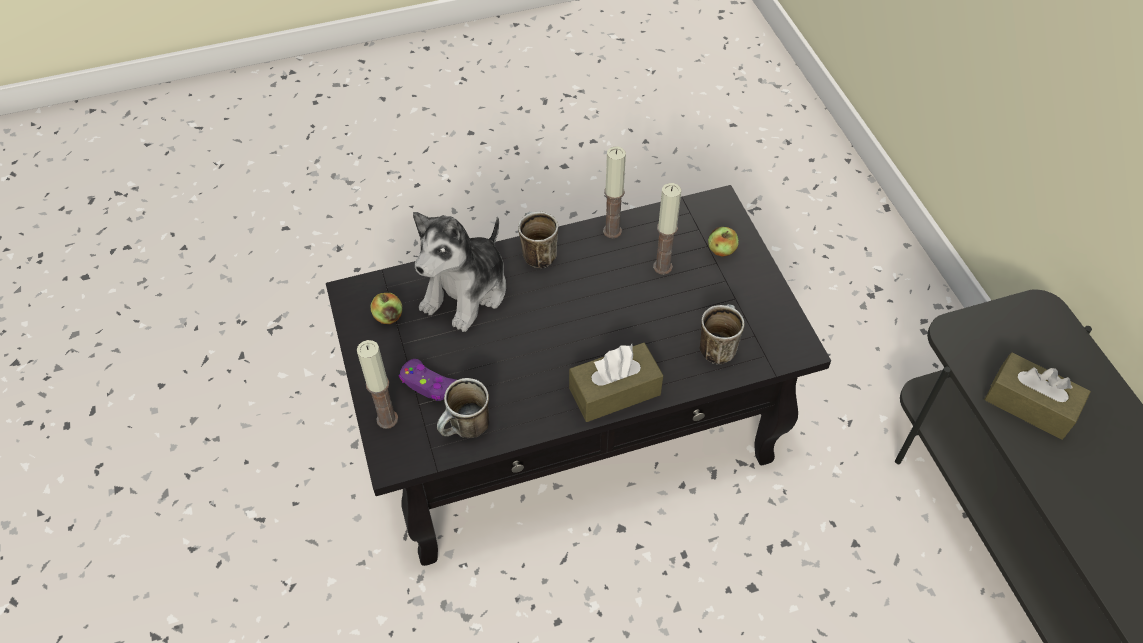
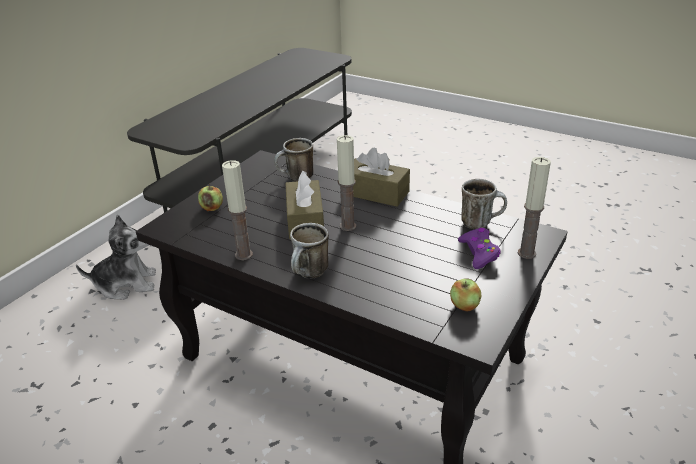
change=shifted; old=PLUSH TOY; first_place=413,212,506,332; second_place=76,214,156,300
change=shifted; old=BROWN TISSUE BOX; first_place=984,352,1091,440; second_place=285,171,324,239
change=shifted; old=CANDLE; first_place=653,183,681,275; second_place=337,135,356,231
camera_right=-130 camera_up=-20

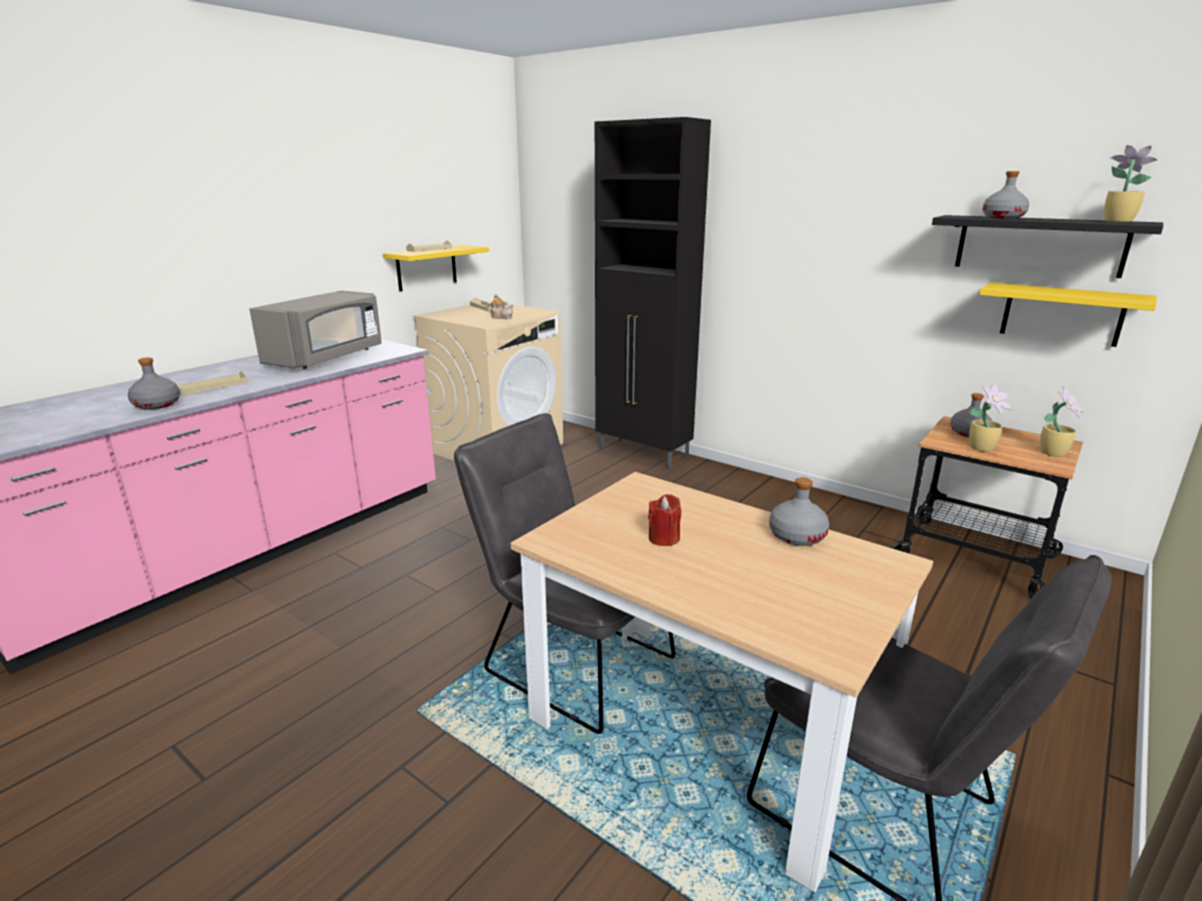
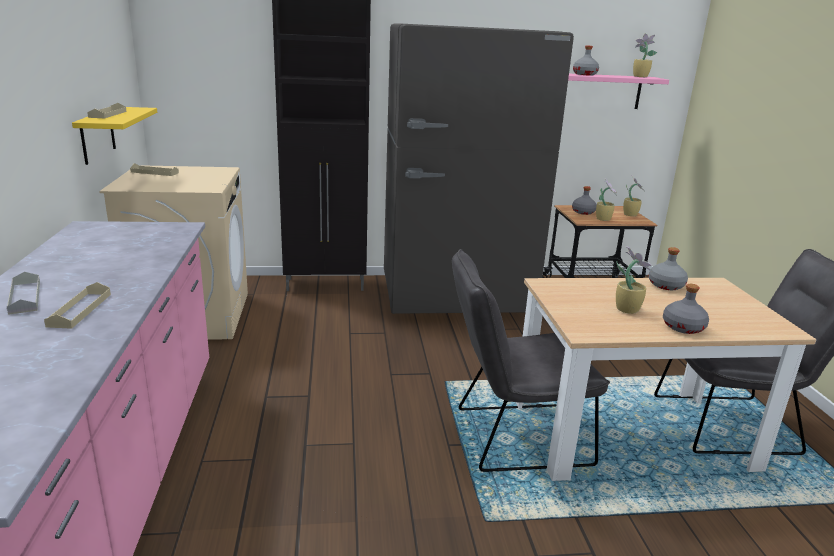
change=new; new=GREY TRAY; second_place=7,272,40,315
change=new; new=GREY FRIDGE; second_place=384,23,574,314
change=repainted; old=BLACK SHELF; new=PINK SHELF; first_place=932,215,1163,278; second_place=568,74,669,109
change=swapped; old=RED CANDLE; new=POTTED PLANT; first_place=648,494,681,546; second_place=616,246,652,314
change=shifted; old=GREY BOTTLE; first_place=128,357,180,409; second_place=663,284,709,334
change=gone; old=GREY MICROWAVE; first_place=249,290,382,369
change=gone; old=TEAPOT; first_place=487,294,514,319
change=gone; old=YELLOW SHELF; first_place=979,282,1157,347
camera_right=-45 camera_up=0

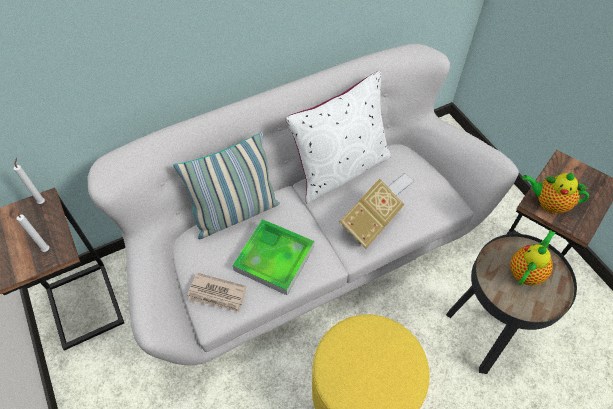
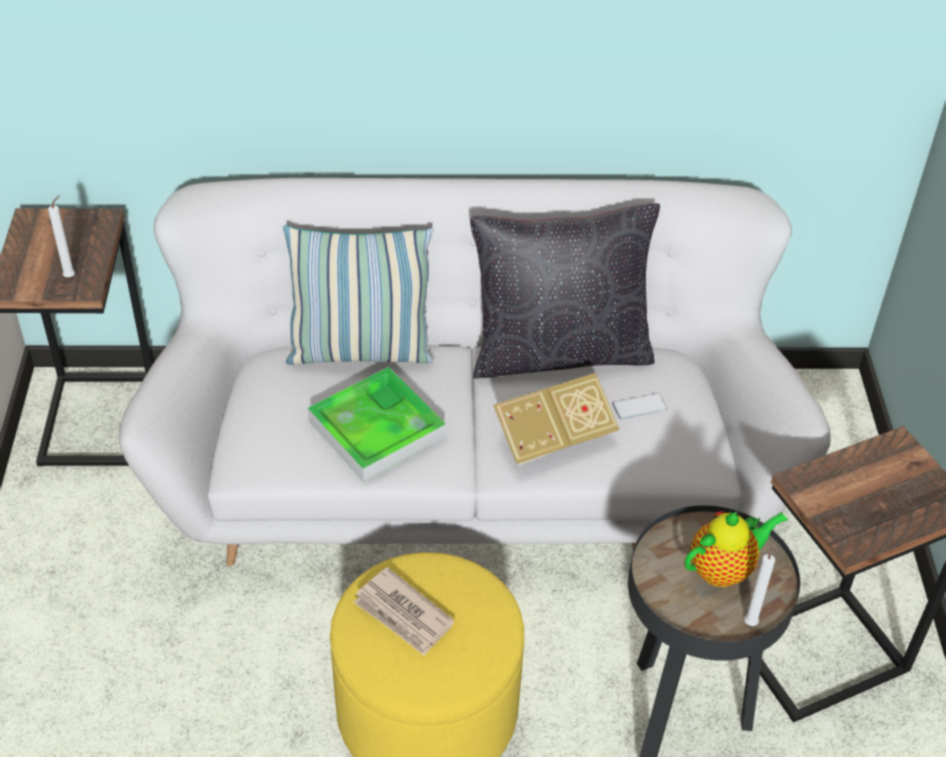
change=shifted; old=NEWSPAPER; first_place=187,273,246,312; second_place=353,567,454,656
change=repainted; old=WHITE PILLOW; new=BLACK PILLOW; first_place=285,71,391,204; second_place=470,203,660,379
change=shifted; old=WHITE CANDLE; first_place=14,158,45,204; second_place=744,542,776,626
change=gone; old=TEAPOT; first_place=522,172,589,213
camera_right=25 camera_up=-10

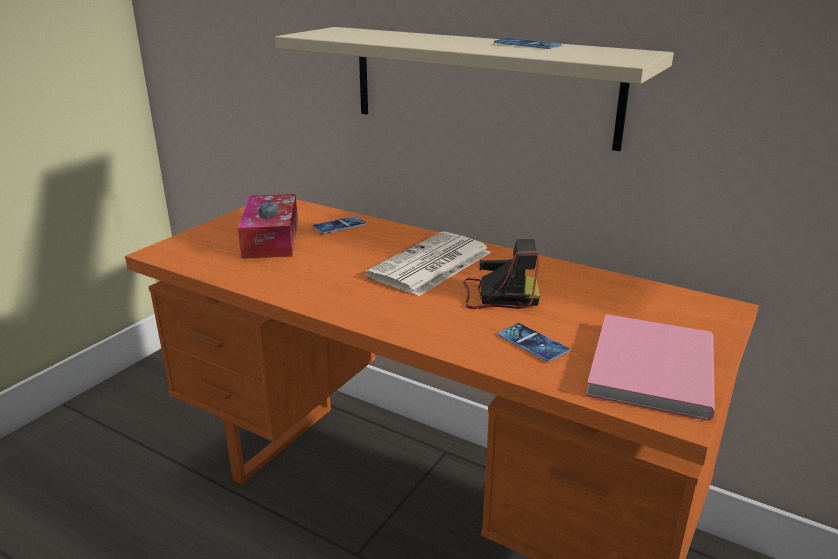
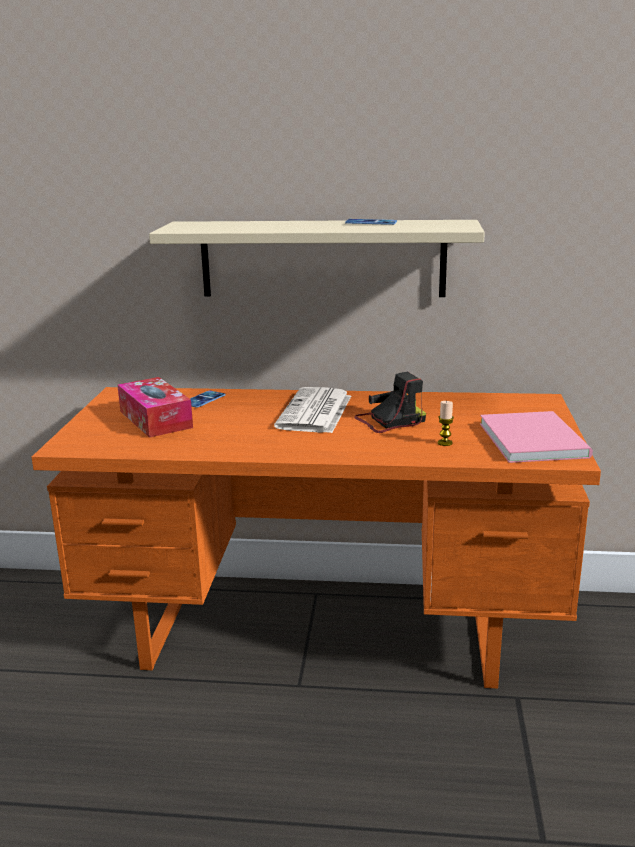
change=swapped; old=PHONE; new=CANDLE; first_place=497,323,570,362; second_place=438,401,454,446
camera_right=-25 camera_up=-5

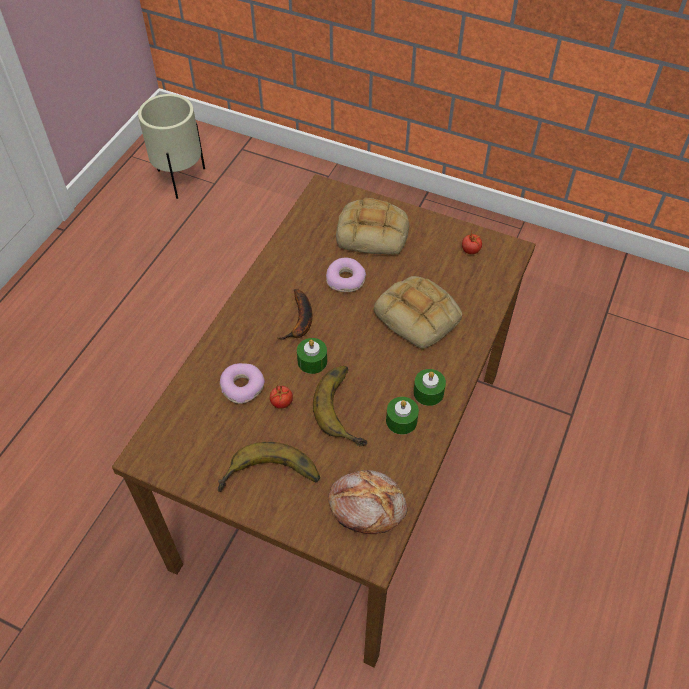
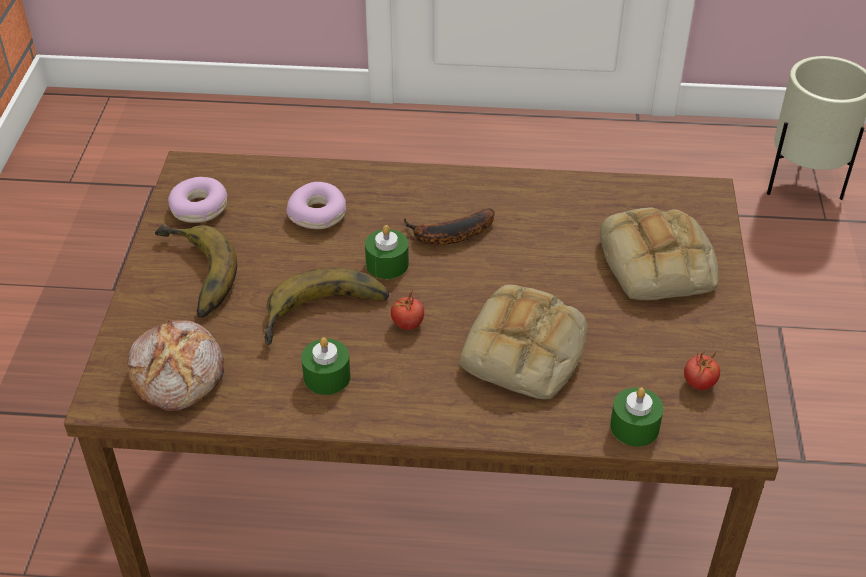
change=shifted; old=DONUT; first_place=326,258,366,292; second_place=168,177,228,223
change=shifted; old=TOMATO; first_place=270,384,293,409; second_place=391,290,424,330
change=shifted; old=GREEN CANDLE; first_place=413,369,446,406; second_place=610,387,664,447
camera_right=70 camera_up=-10

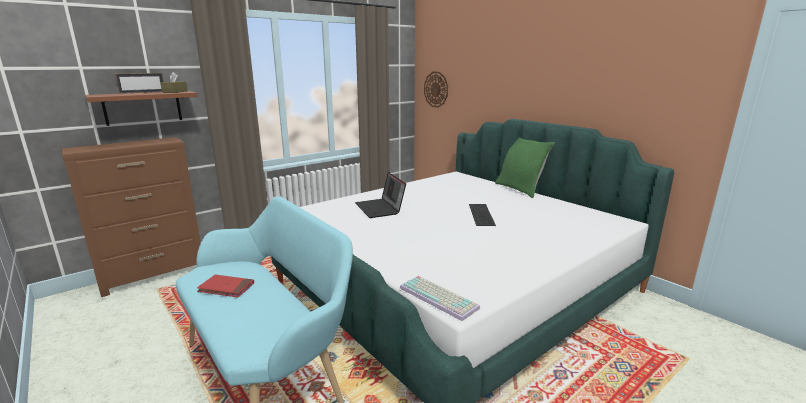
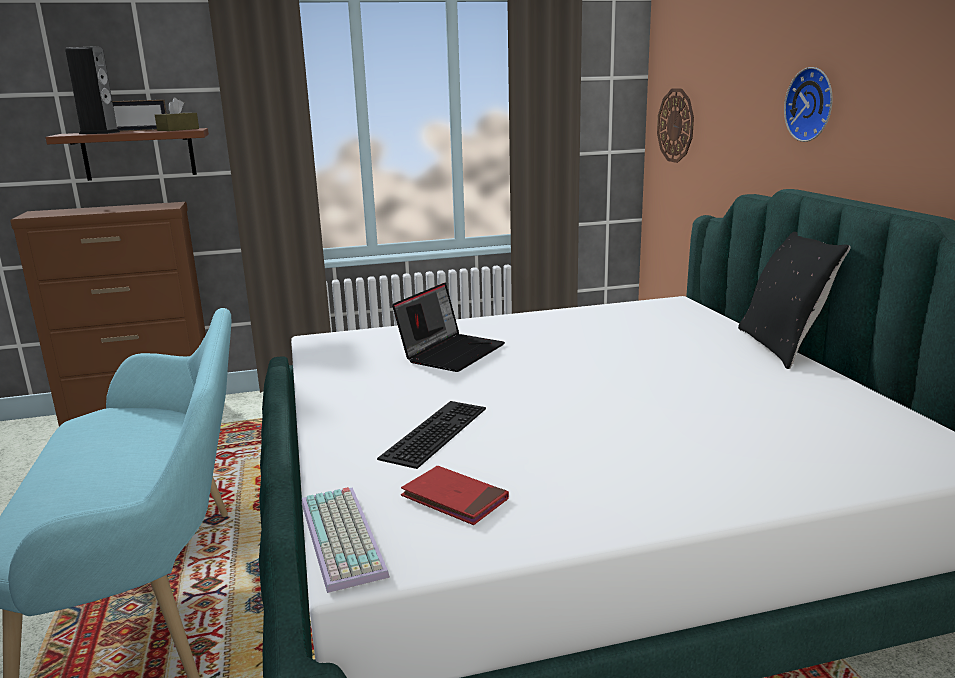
change=new; new=SPEAKER; second_place=65,46,120,134
change=shifted; old=KEYBOARD; first_place=469,204,496,226; second_place=377,401,486,469
change=rotated; old=LAPTOP; first_place=355,172,406,218; second_place=392,283,505,372; degrees=-150
change=shifted; old=RED BOOK; first_place=197,274,254,298; second_place=401,466,509,525
change=repainted; old=GREEN PILLOW; new=BLACK PILLOW; first_place=495,138,554,198; second_place=738,232,851,369
change=new; new=WALL CLOCK; second_place=784,67,832,142
camera_right=25 camera_up=0

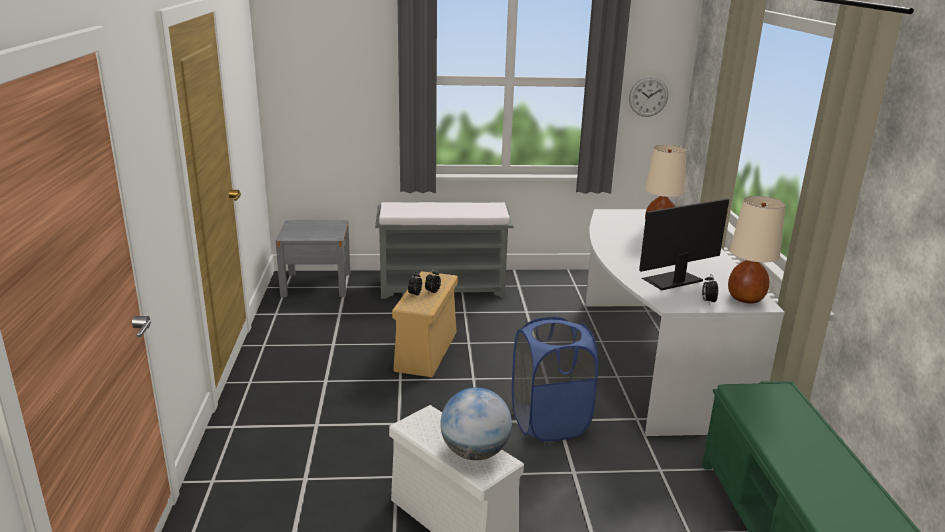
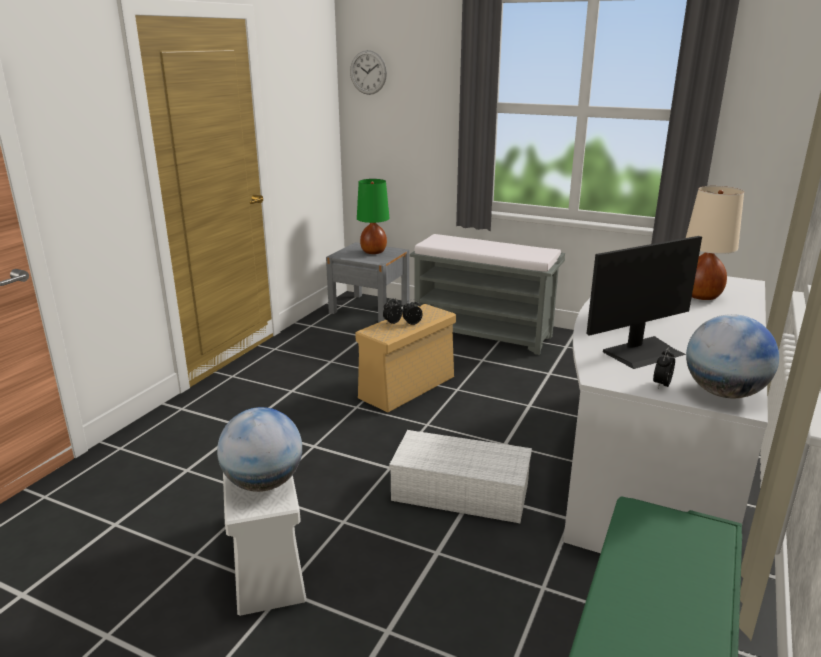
change=shifted; old=WALL CLOCK; first_place=629,77,668,117; second_place=350,50,387,95
change=new; new=GREEN TABLE LAMP; second_place=357,179,390,254
change=swapped; old=BLUE LAUNDRY BASKET; new=WHITE STORAGE BOX; first_place=512,316,598,442; second_place=389,430,532,523
change=rotated; old=MONITOR; first_place=639,199,729,290; second_place=586,236,702,369; degrees=150
change=swapped; old=BEIGE TABLE LAMP; new=GLOBE; first_place=728,196,785,303; second_place=686,314,779,398
camera_right=30 camera_up=0

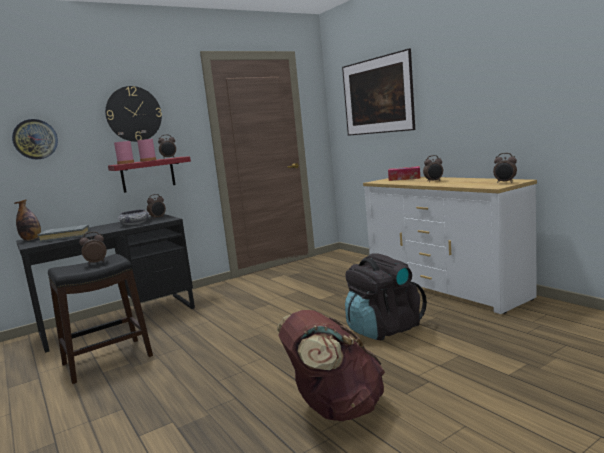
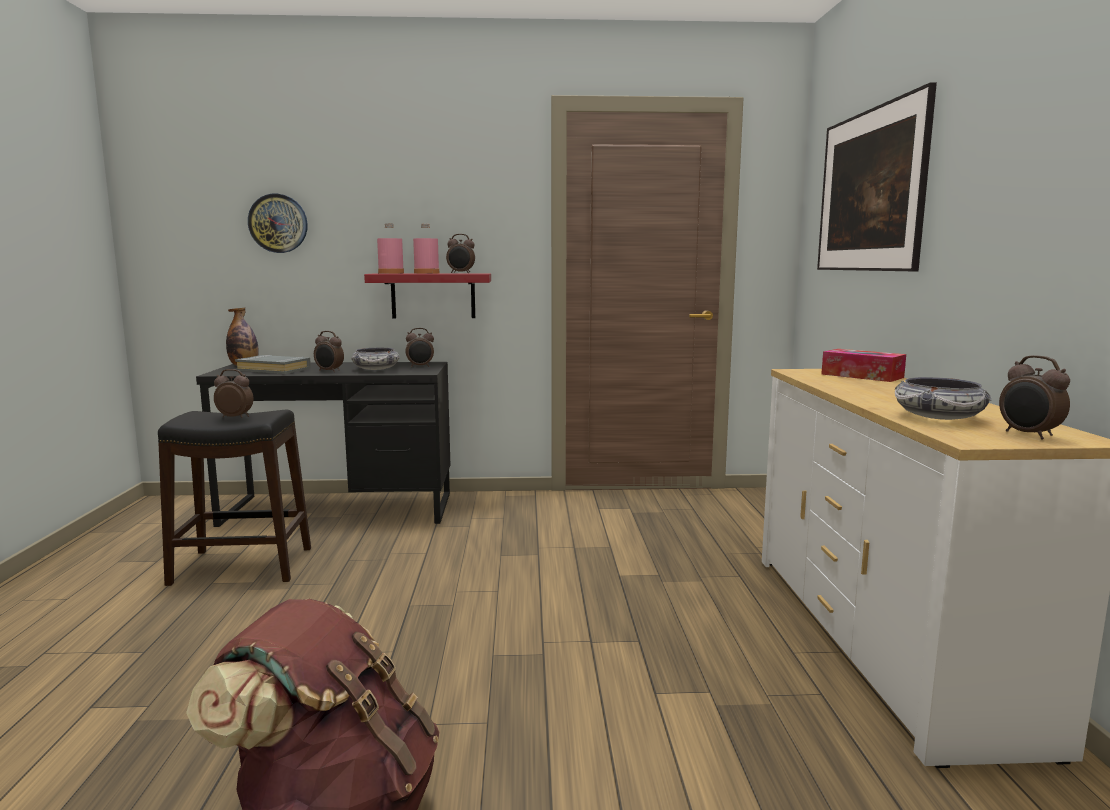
change=shifted; old=ALARM CLOCK; first_place=423,155,443,182; second_place=314,331,344,372
change=new; new=BOWL; second_place=895,377,992,420
change=gone; old=WALL CLOCK; first_place=105,86,162,142
change=gone; old=BLACK BACKPACK; first_place=345,253,427,340
camera_right=30 camera_up=0

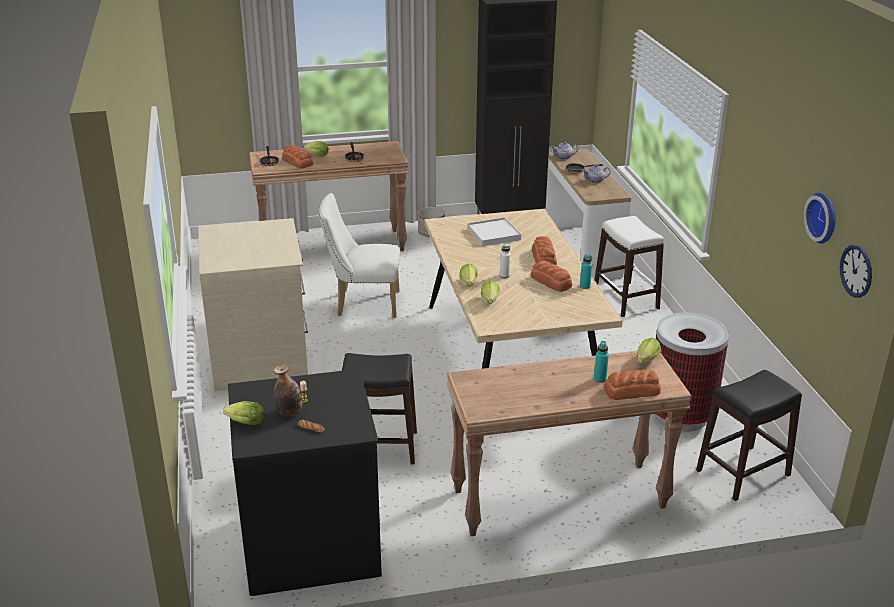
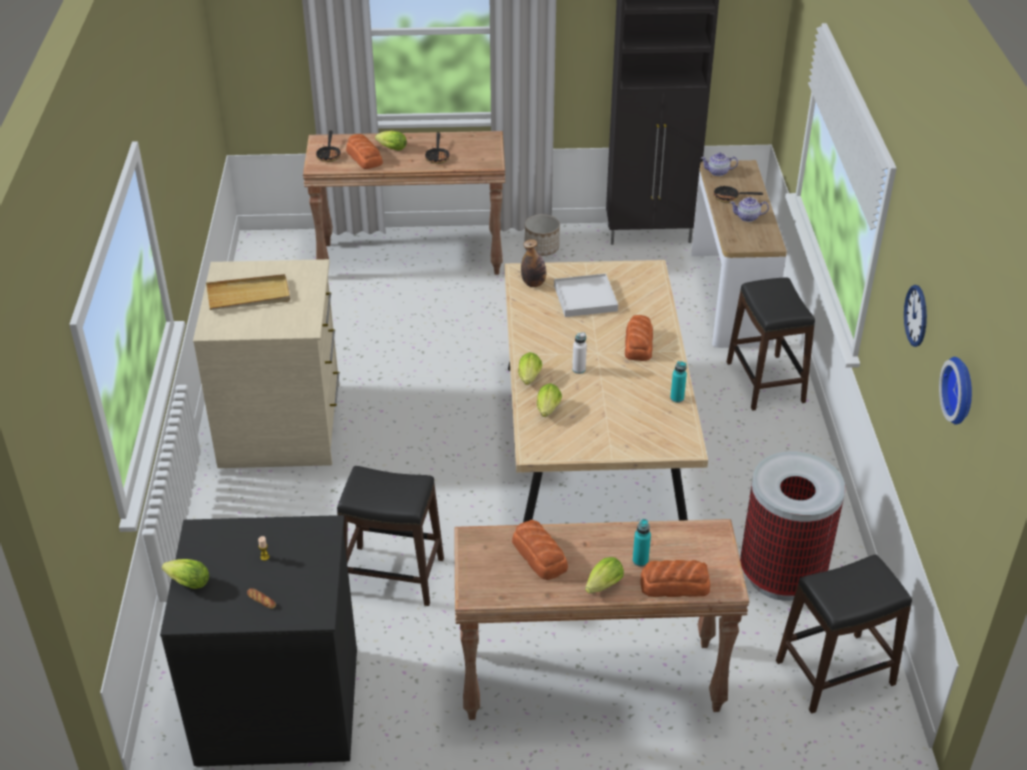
change=new; new=BEIGE TRAY; second_place=206,274,290,310
change=shifted; old=BREAD; first_place=531,260,572,292; second_place=512,520,568,580
change=shifted; old=BOTTLE; first_place=274,364,303,417; second_place=521,239,546,287
change=shifted; old=LETTUCE; first_place=637,338,661,363; second_place=585,557,624,594
change=repainted; old=WHITE STOOL; new=BLACK STOOL; first_place=594,216,664,317; second_place=727,278,815,411
change=shifted; old=WALL CLOCK; first_place=840,245,872,298; second_place=904,285,927,347
change=gone; old=WHITE CHAIR; first_place=319,193,400,318
camera_right=10 camera_up=10

